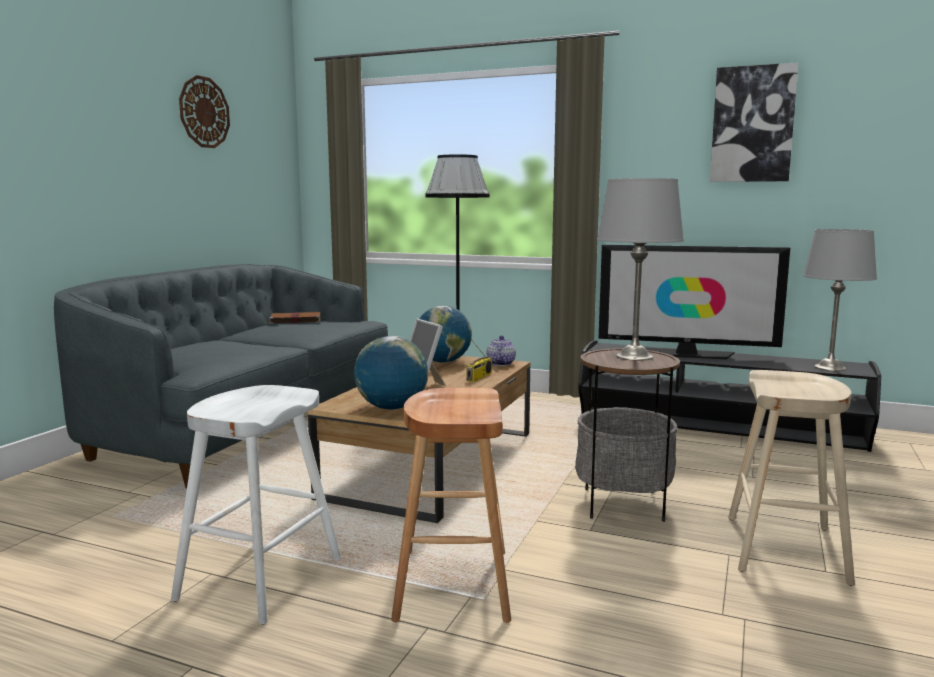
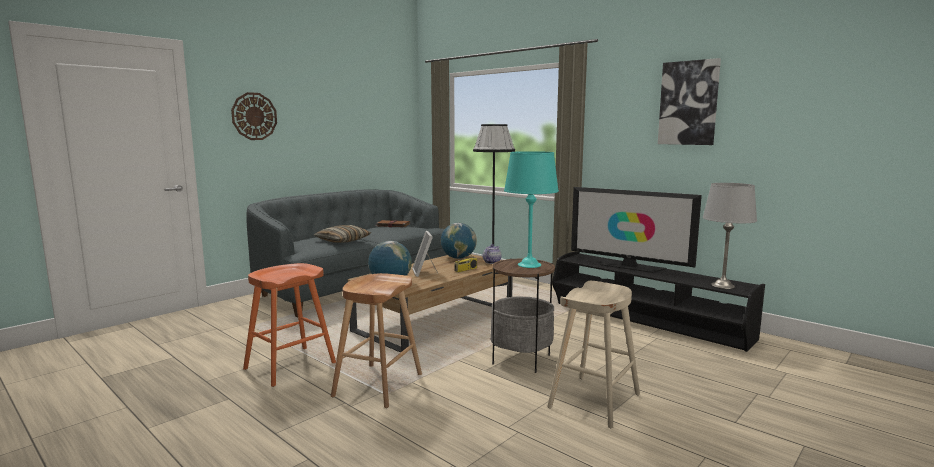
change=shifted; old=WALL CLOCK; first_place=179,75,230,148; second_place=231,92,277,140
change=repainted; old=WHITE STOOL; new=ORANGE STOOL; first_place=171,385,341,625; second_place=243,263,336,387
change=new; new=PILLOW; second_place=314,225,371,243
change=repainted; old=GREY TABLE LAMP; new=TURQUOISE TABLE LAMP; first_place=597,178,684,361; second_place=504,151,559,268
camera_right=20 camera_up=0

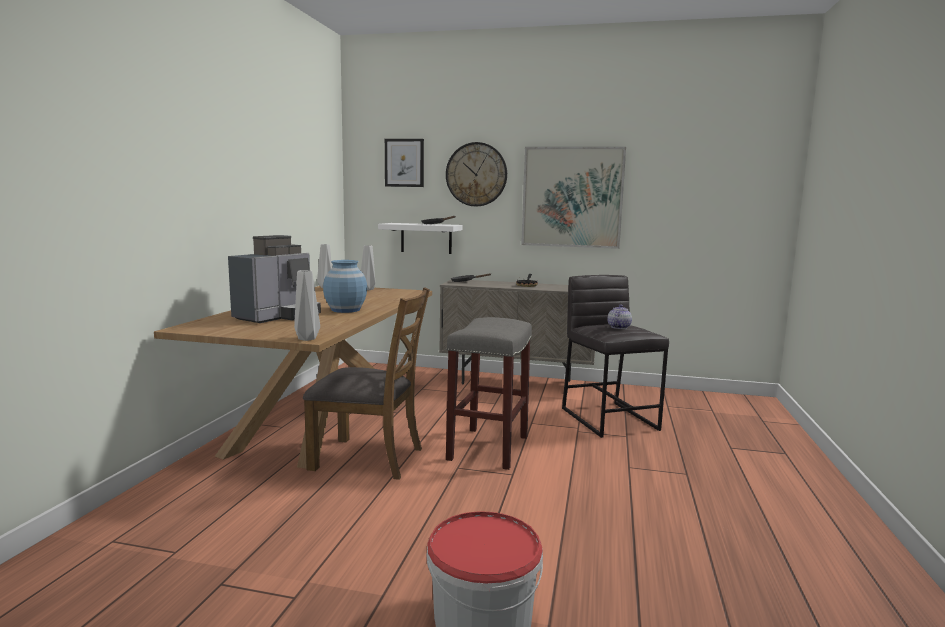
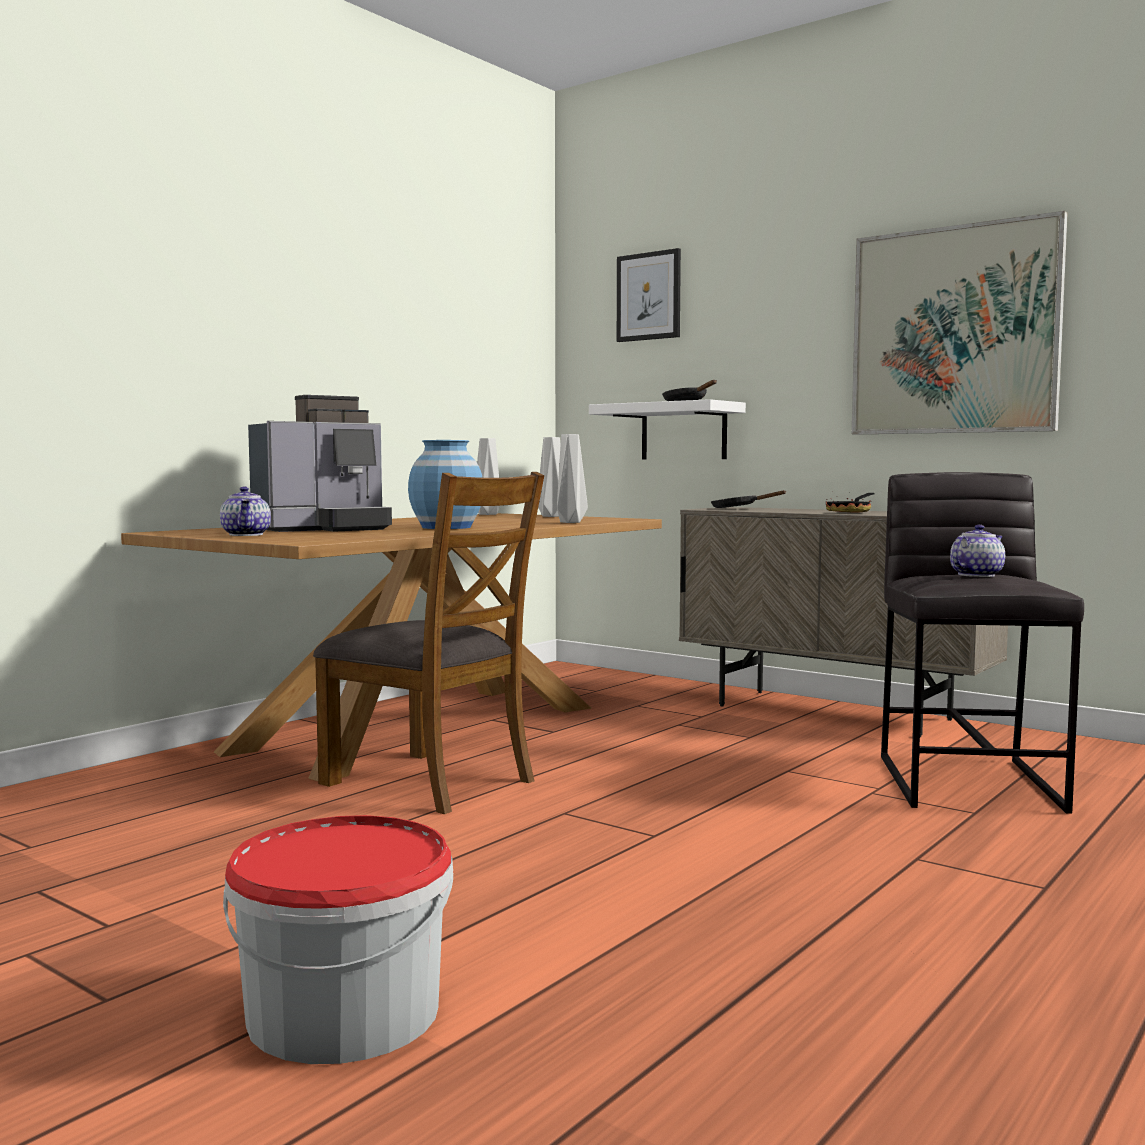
change=new; new=TEAPOT; second_place=220,487,271,536
change=shifted; old=GREY VASE; first_place=294,270,320,341; second_place=557,434,588,523
change=gone; old=WALL CLOCK; first_place=446,142,507,206
change=gone; old=GREY STOOL; first_place=446,317,532,470
camera_right=25 camera_up=-5

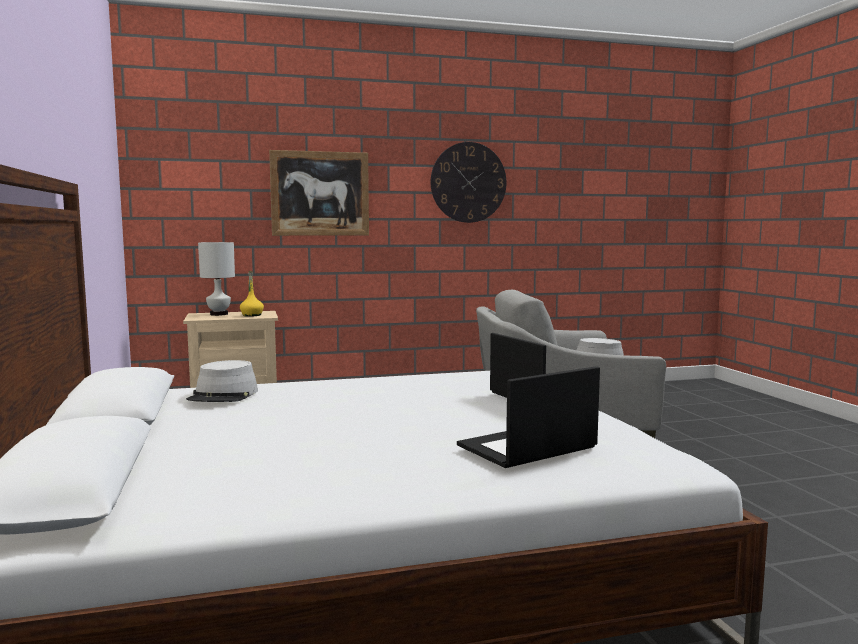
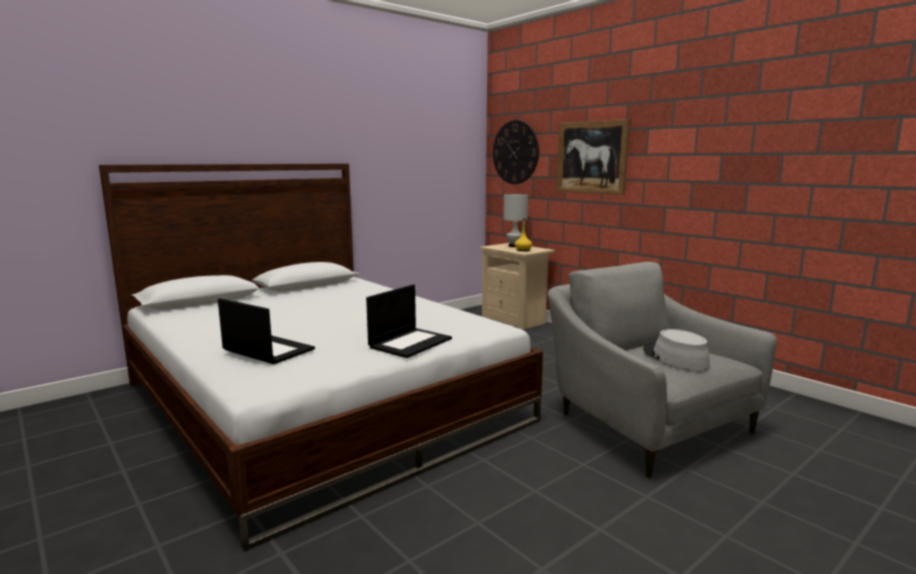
change=shifted; old=WALL CLOCK; first_place=431,142,507,223; second_place=493,120,539,184
change=gone; old=GREY HAT; first_place=186,360,258,402
camera_right=65 camera_up=5

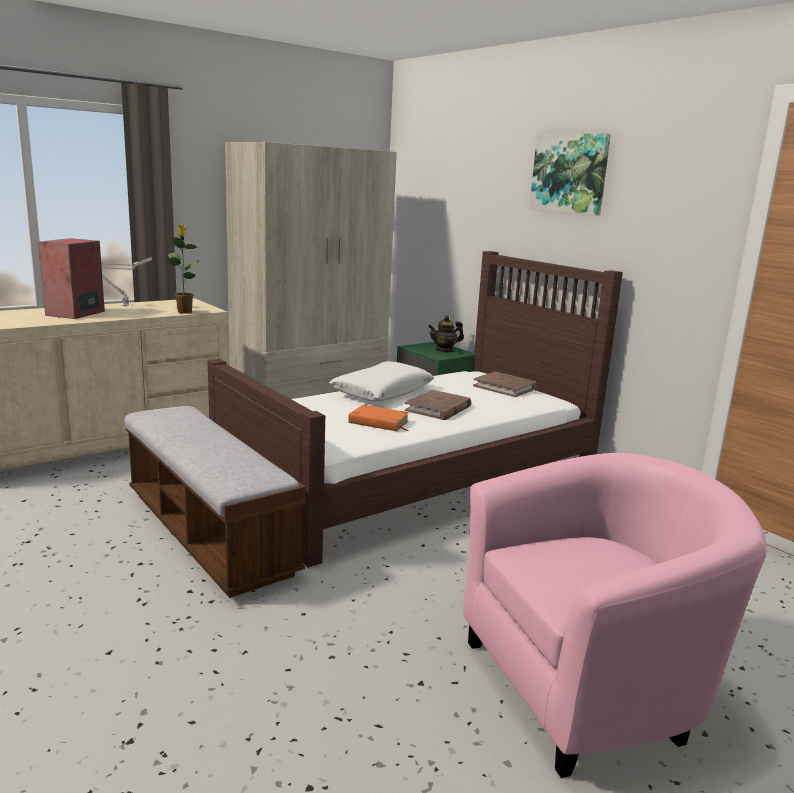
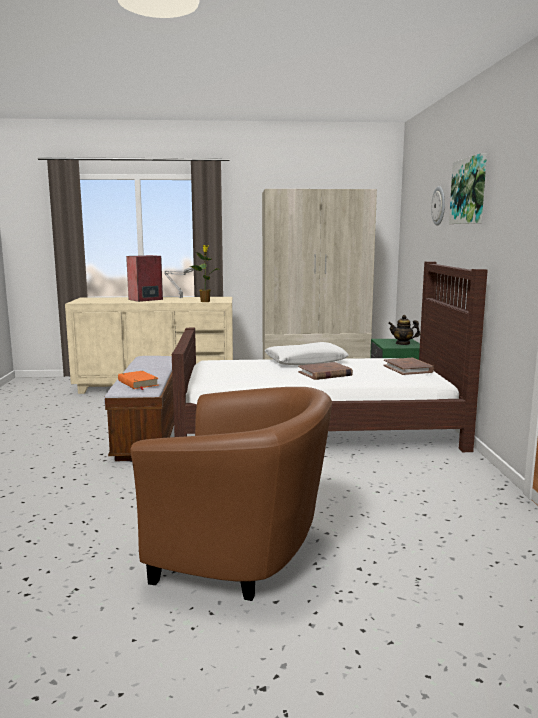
change=shifted; old=ORANGE BOOK; first_place=348,405,409,431; second_place=118,371,159,390
change=repainted; old=PINK ARMCHAIR; new=BROWN ARMCHAIR; first_place=463,453,767,778; second_place=130,387,332,601
change=new; new=WALL CLOCK; second_place=431,186,445,226
camera_right=35 camera_up=-5

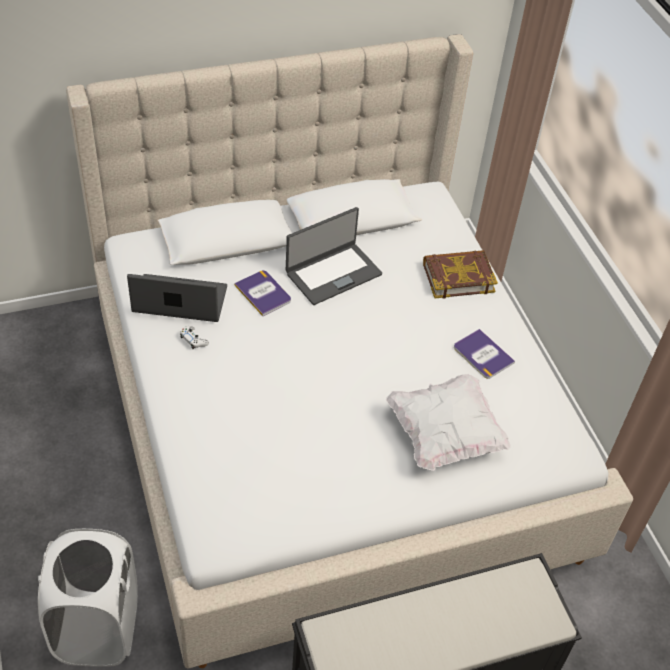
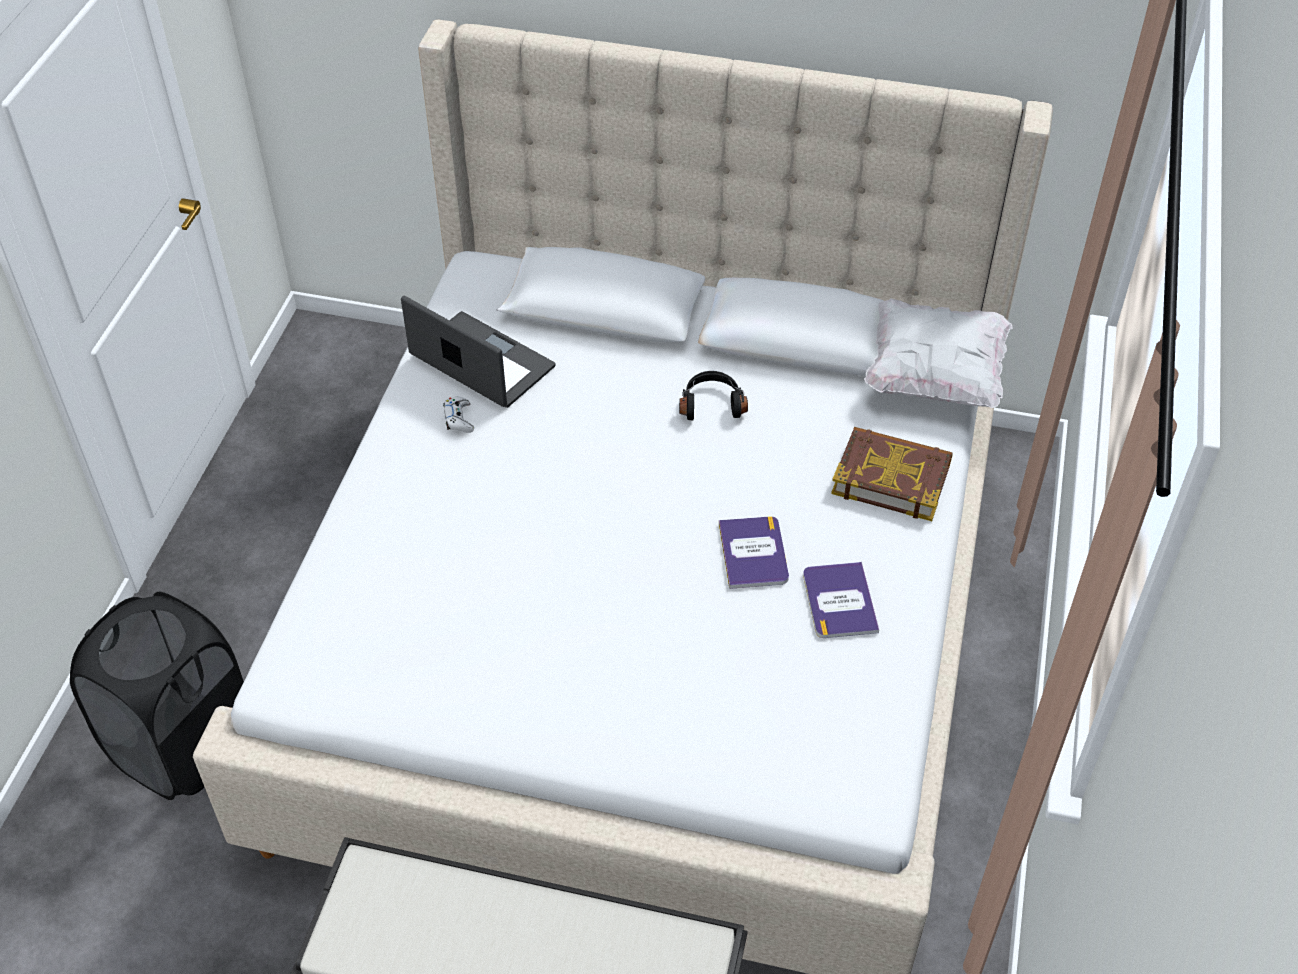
change=repainted; old=WHITE LAUNDRY BASKET; new=BLACK LAUNDRY BASKET; first_place=38,529,138,667; second_place=70,592,244,800
change=swapped; old=LAPTOP; new=BLACK HEADPHONES; first_place=286,207,382,305; second_place=679,371,748,421
change=shifted; old=BOOK; first_place=234,270,291,316; second_place=719,516,789,589
change=shifted; old=WHITE PILLOW; first_place=386,374,510,471; second_place=864,298,1012,408
camera_right=35 camera_up=0

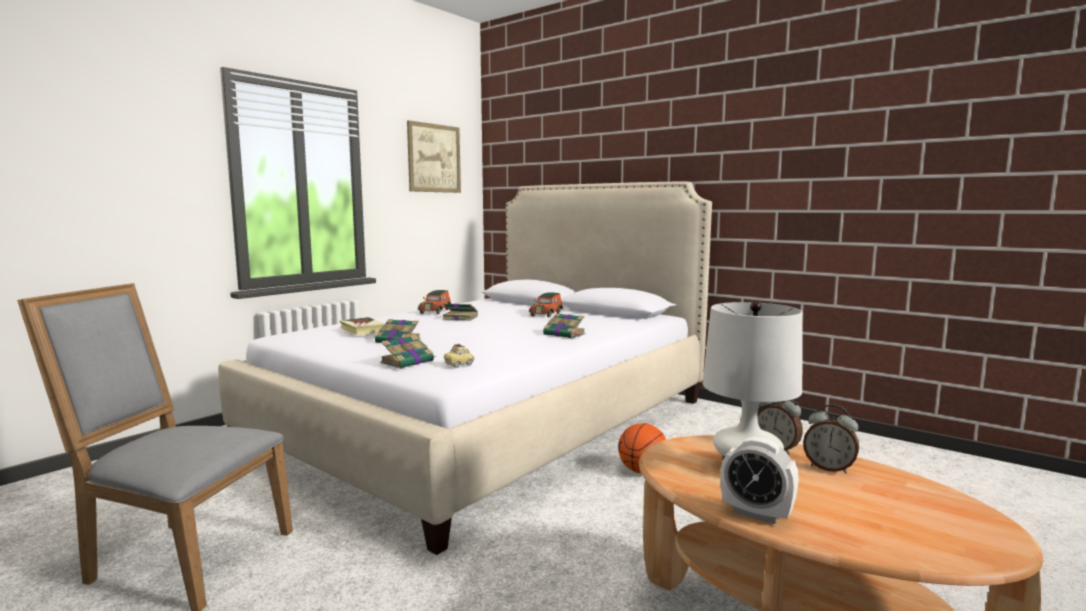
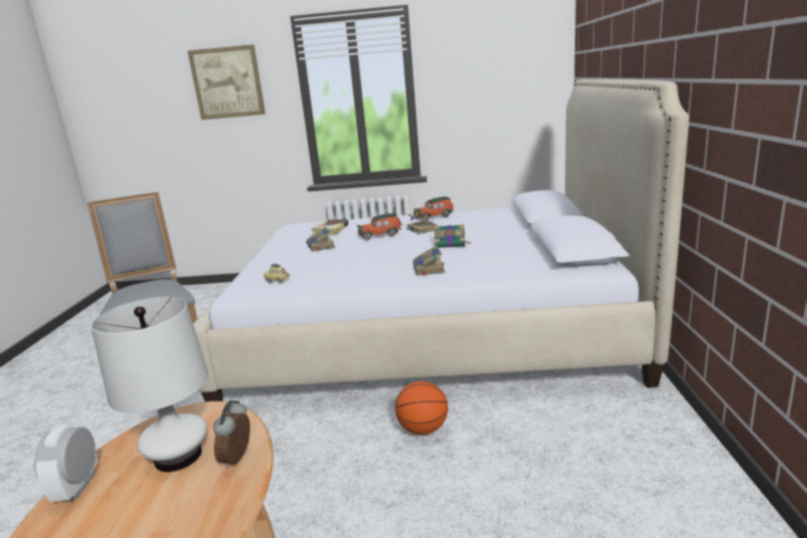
change=shifted; old=PICTURE; first_place=407,120,461,193; second_place=188,45,265,120
change=shifted; old=TOY CAR; first_place=529,292,563,318; second_place=357,213,402,240
change=shifted; old=BOOK; first_place=380,335,436,369; second_place=434,224,471,248
change=gone; old=ALARM CLOCK; first_place=803,404,859,473
camera_right=55 camera_up=10

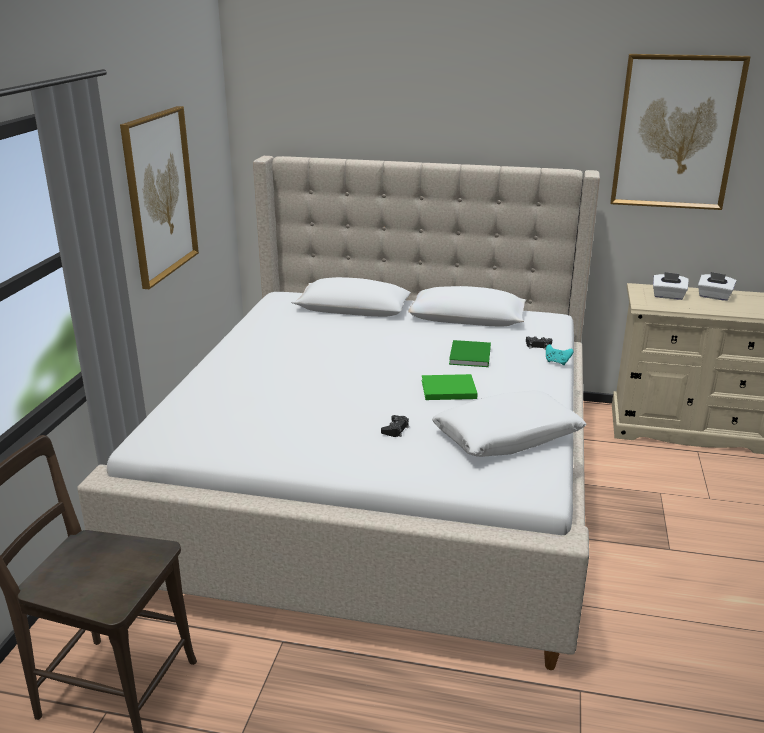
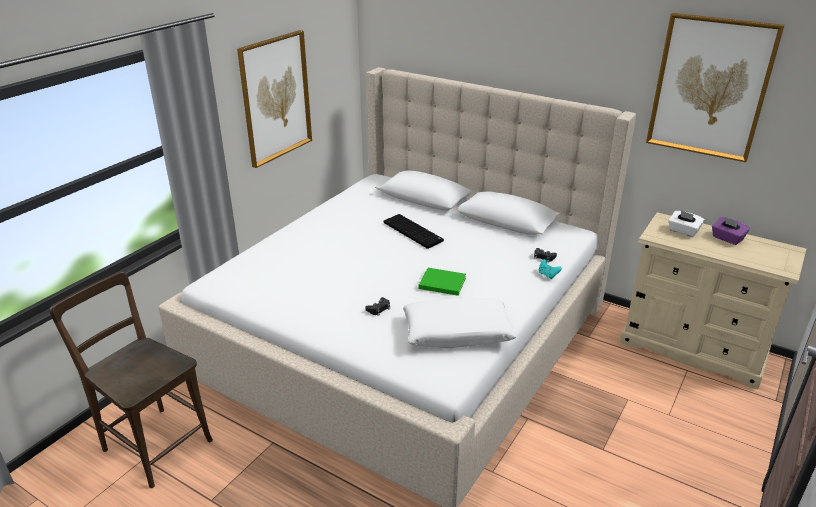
change=new; new=KEYBOARD; second_place=384,214,444,249
change=repainted; old=WHITE TISSUE BOX; new=PURPLE TISSUE BOX; first_place=698,272,736,301; second_place=712,217,750,245
change=gone; old=GREEN BOOK; first_place=449,340,491,367
camera_right=20 camera_up=5

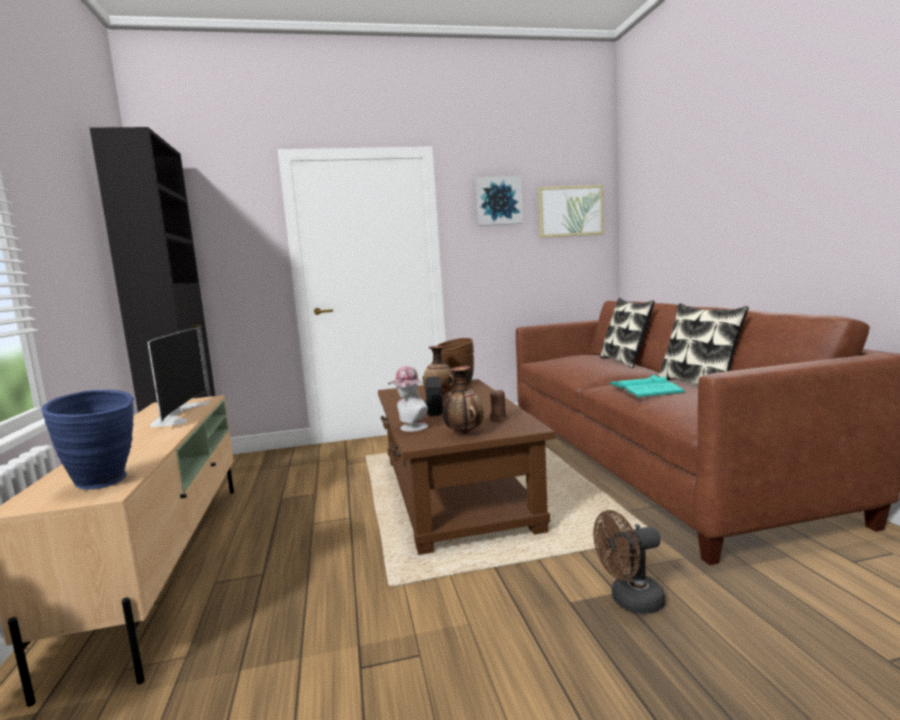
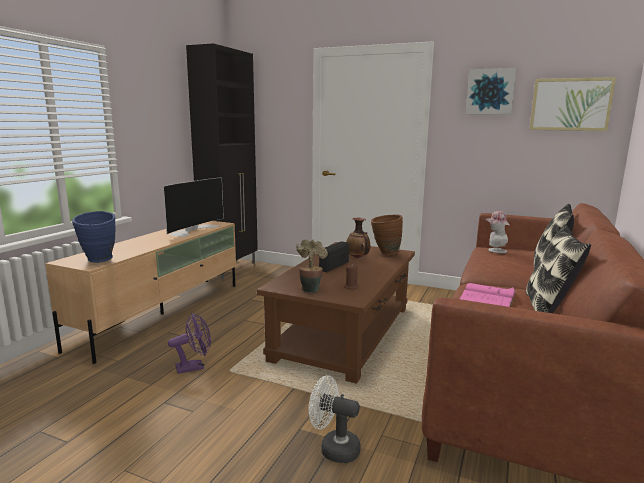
change=new; new=PURPLE FAN; second_place=168,313,211,374
change=swapped; old=VASE; new=POTTED PLANT; first_place=443,366,484,434; second_place=296,239,328,293
change=repainted; old=BROWN FAN; new=WHITE FAN; first_place=593,510,665,614; second_place=309,376,361,463
change=repainted; old=TURQUOISE BOOK; new=PINK BOOK; first_place=609,374,686,398; second_place=460,283,516,307
change=shifted; old=HAT; first_place=388,366,428,432; second_place=485,211,510,253
camera_right=35 camera_up=5

